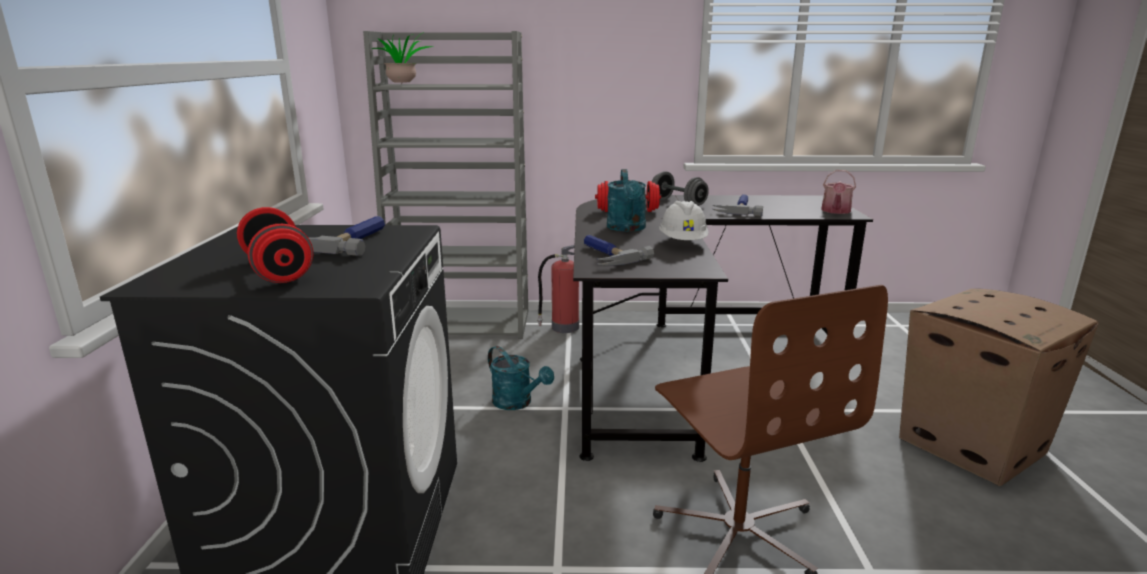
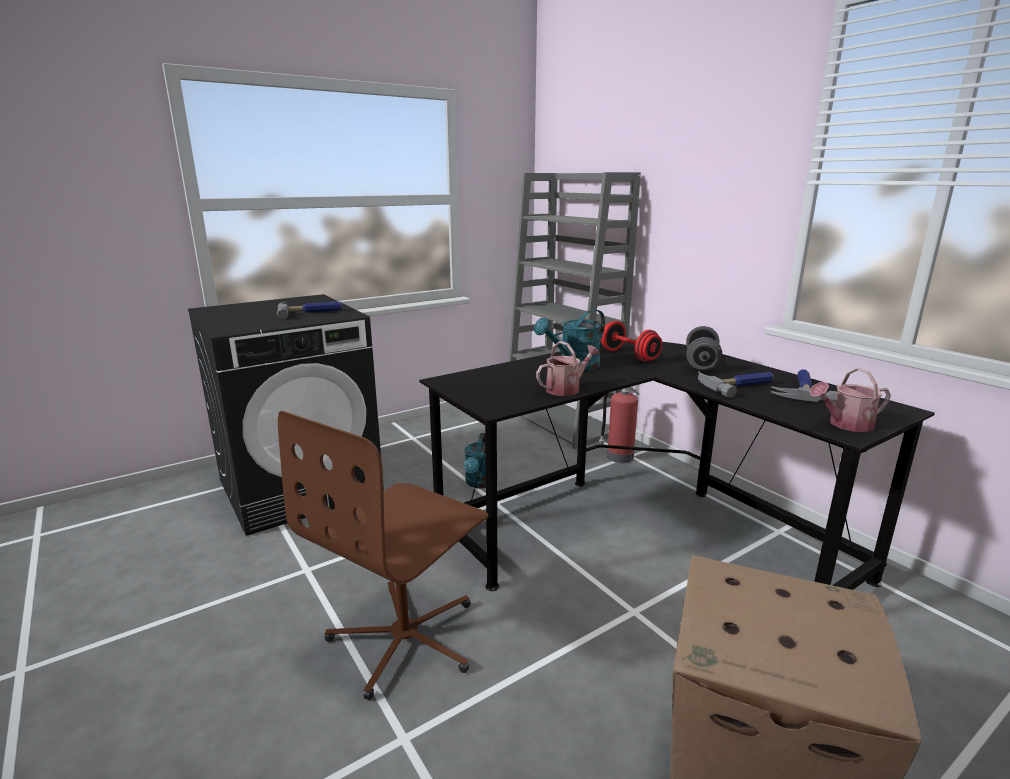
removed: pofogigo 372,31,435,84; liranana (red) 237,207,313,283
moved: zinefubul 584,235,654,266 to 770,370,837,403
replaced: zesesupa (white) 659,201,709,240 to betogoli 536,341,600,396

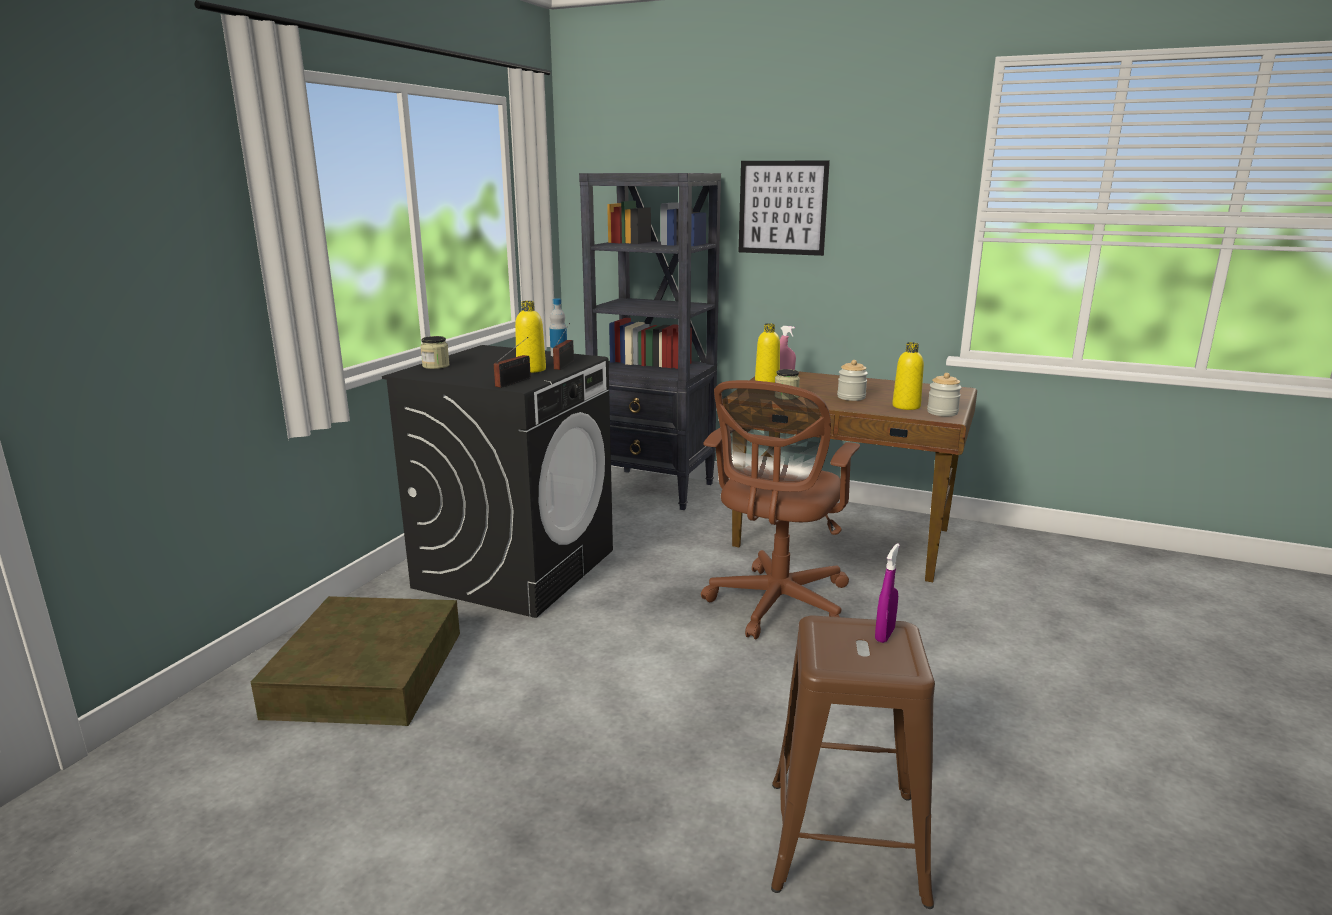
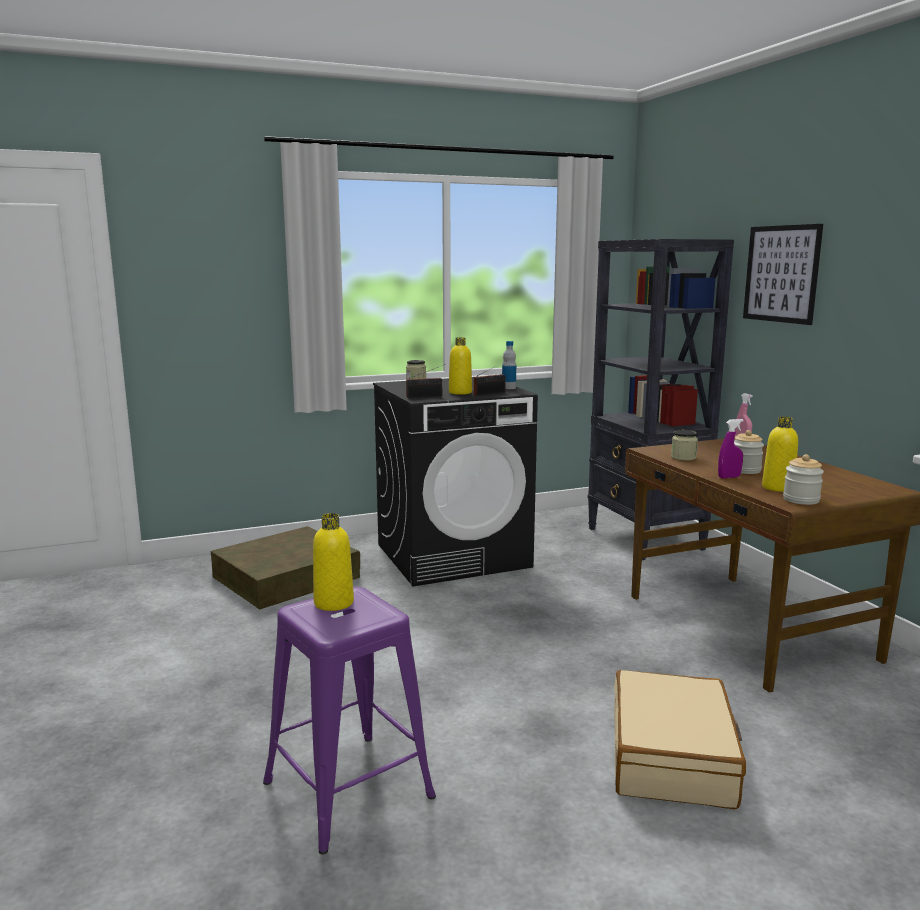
removed: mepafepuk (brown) 701,380,860,639
added: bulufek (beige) 614,670,746,810
moved: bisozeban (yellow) 755,323,780,383 to 313,513,354,611; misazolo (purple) 875,543,900,643 to 718,419,744,478
recoloured: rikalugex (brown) 771,615,935,909 to rikalugex (purple) 263,587,436,854

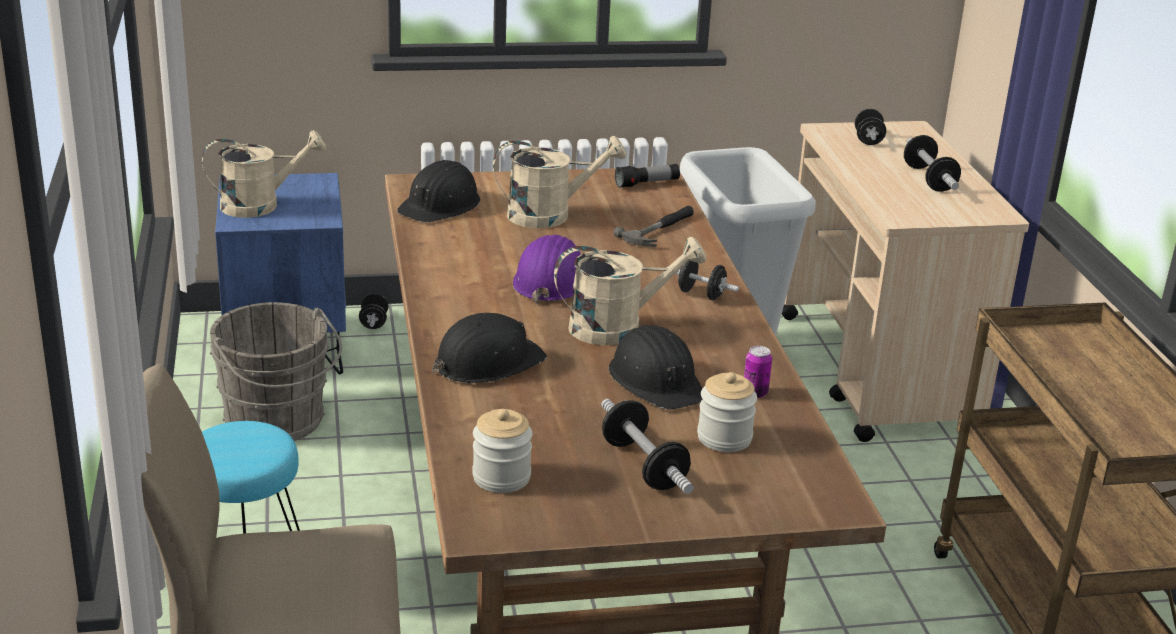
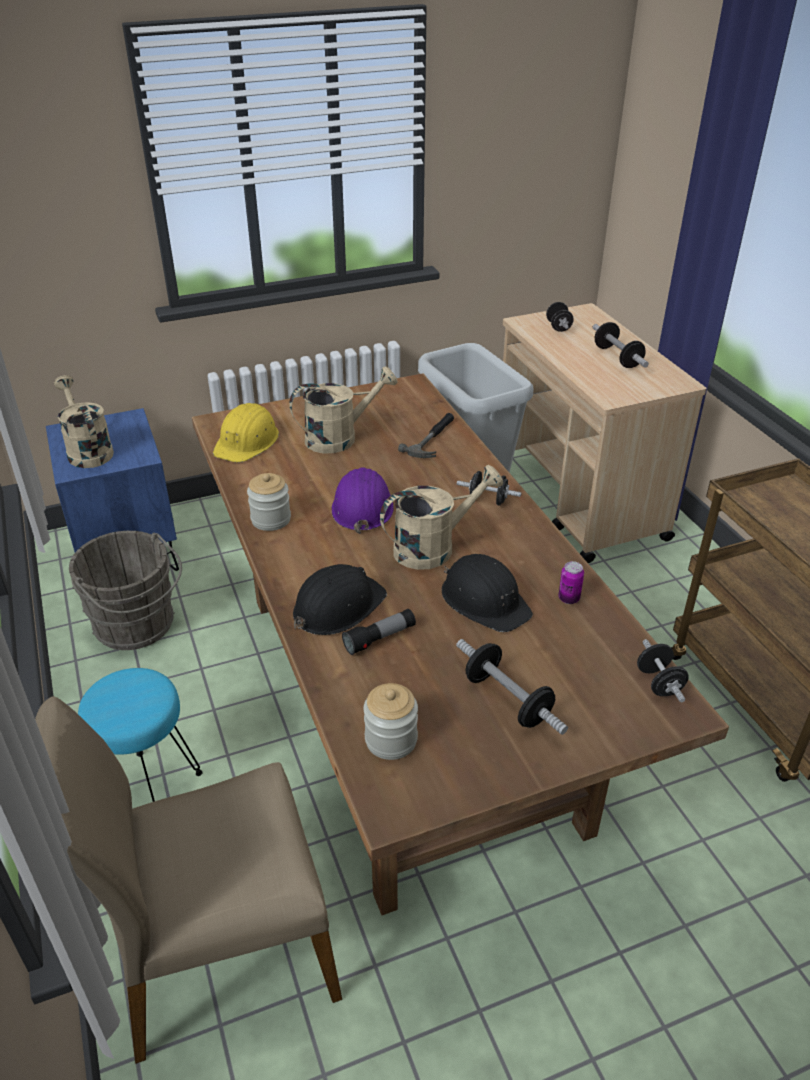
moved: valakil 615,164,680,188 to 342,609,416,655; liranana (black) 359,293,389,329 to 637,639,689,702; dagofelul 697,372,757,452 to 247,473,291,531
recoloured: zesesupa (black) 397,160,480,222 to zesesupa (yellow) 213,403,279,463
turned: betogoli (beige) 202,130,326,218 = 54,375,114,468 90 degrees counterclockwise

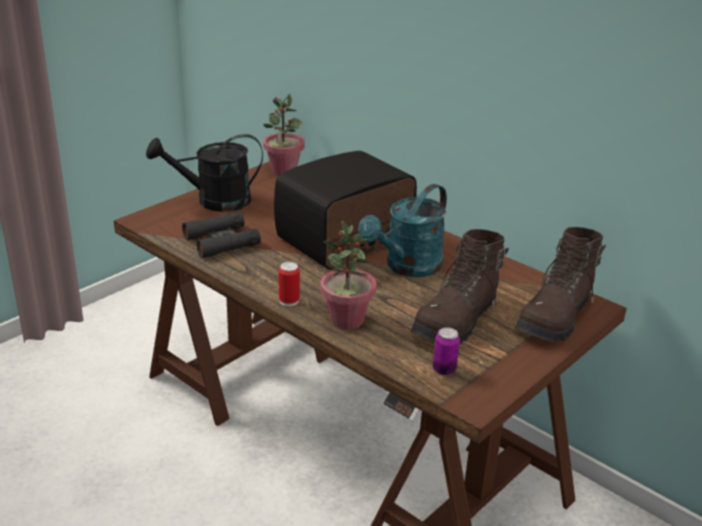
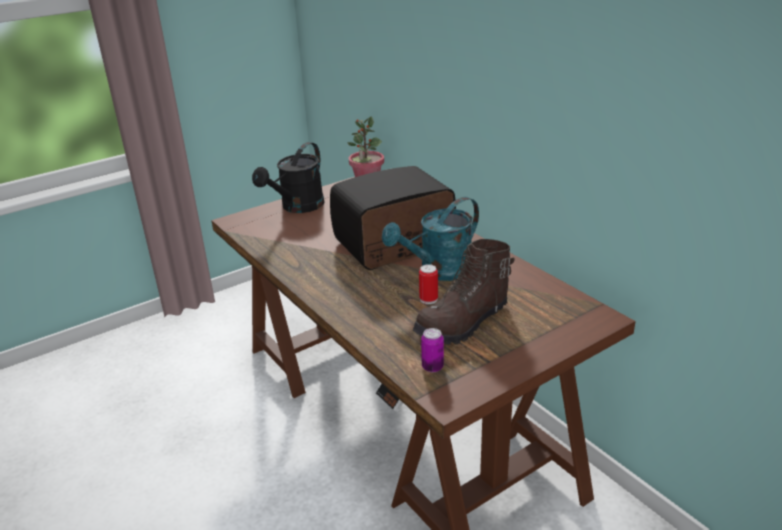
removed: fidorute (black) 182,212,261,258; pofogigo 320,221,377,330; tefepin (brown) 515,227,606,342
moved: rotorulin 279,262,300,306 to 419,264,438,304
turned: betogoli (black) 146,134,263,212 = 252,142,324,213 60 degrees counterclockwise

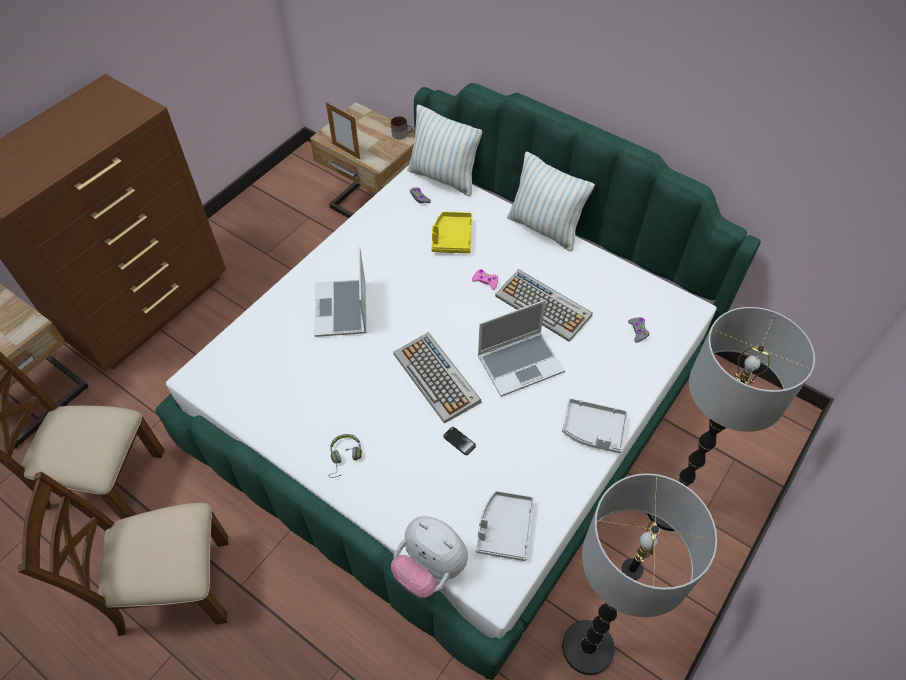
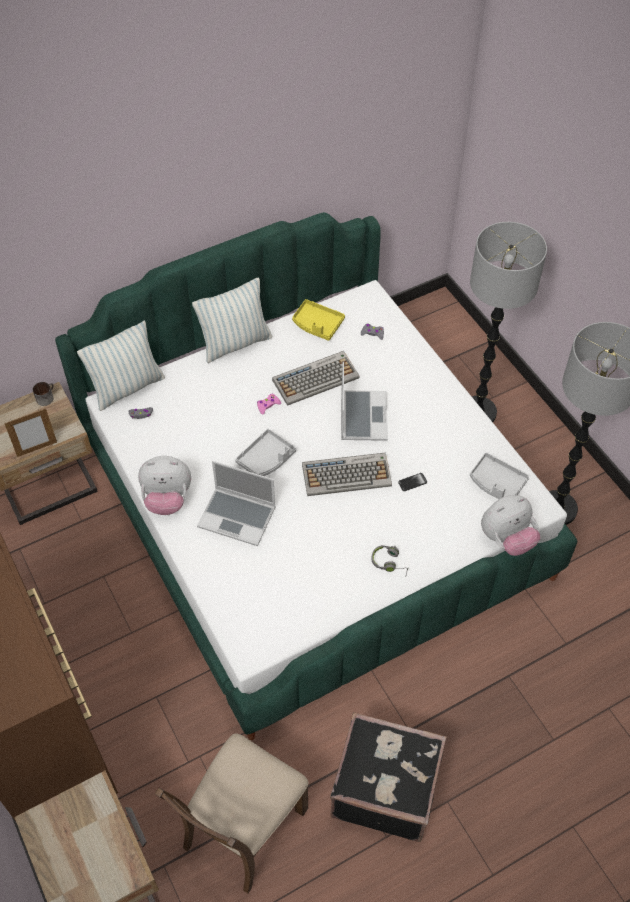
added: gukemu 138,456,191,515
moved: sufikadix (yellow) 431,212,473,253 to 292,299,345,341; sufikadix (grey) 562,398,628,453 to 235,429,296,476
replaced: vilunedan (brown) 18,472,228,636 to bulufek (black) 330,712,446,842

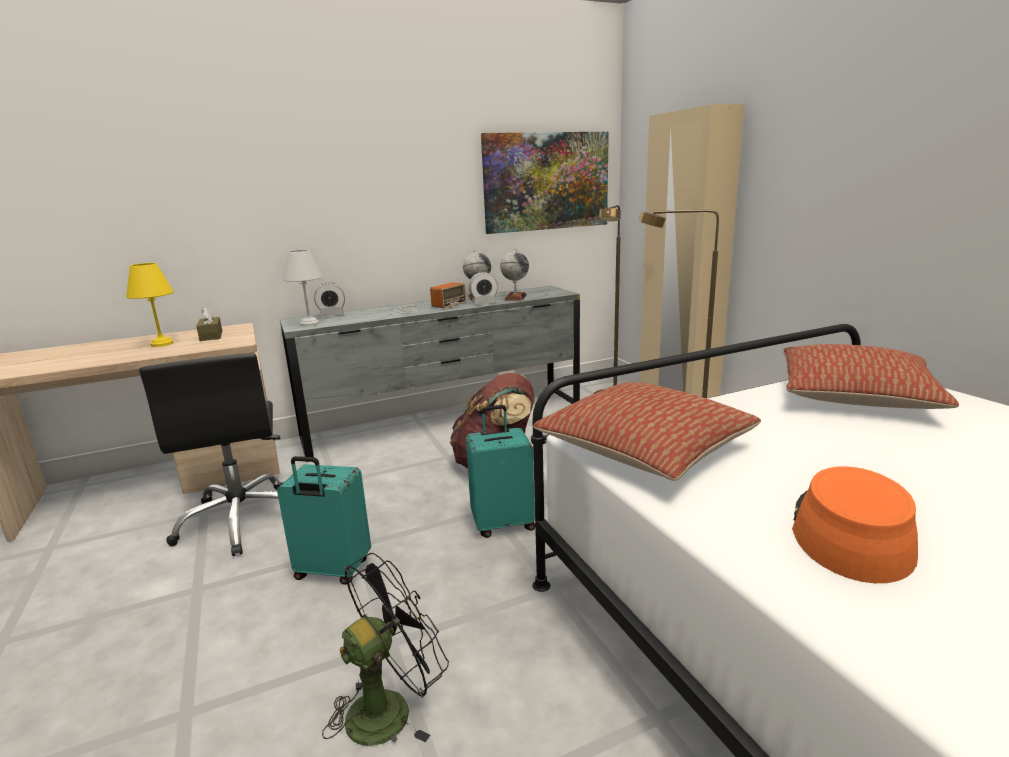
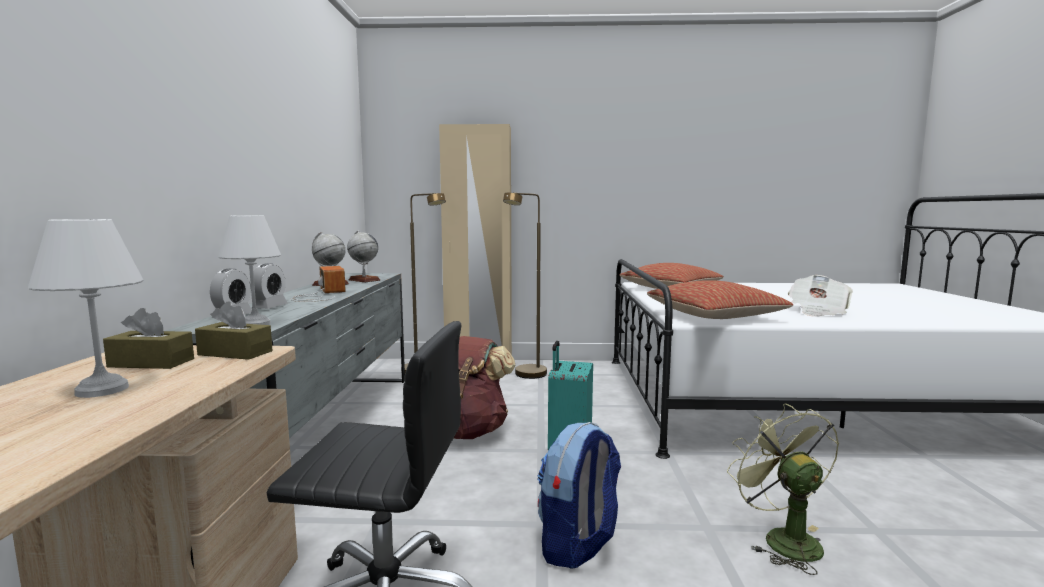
removed: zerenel 481,132,609,234
added: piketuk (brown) 195,301,273,360
moved: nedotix 469,272,498,305 to 250,263,288,309
replaced: bulufek (turquoise) 277,456,371,585 to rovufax 537,422,621,569; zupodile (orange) 792,466,918,583 to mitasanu 788,275,853,317
recoloured: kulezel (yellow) 126,263,174,347 to kulezel (white) 28,219,143,398; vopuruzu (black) 322,553,449,746 to vopuruzu (green) 727,404,839,575

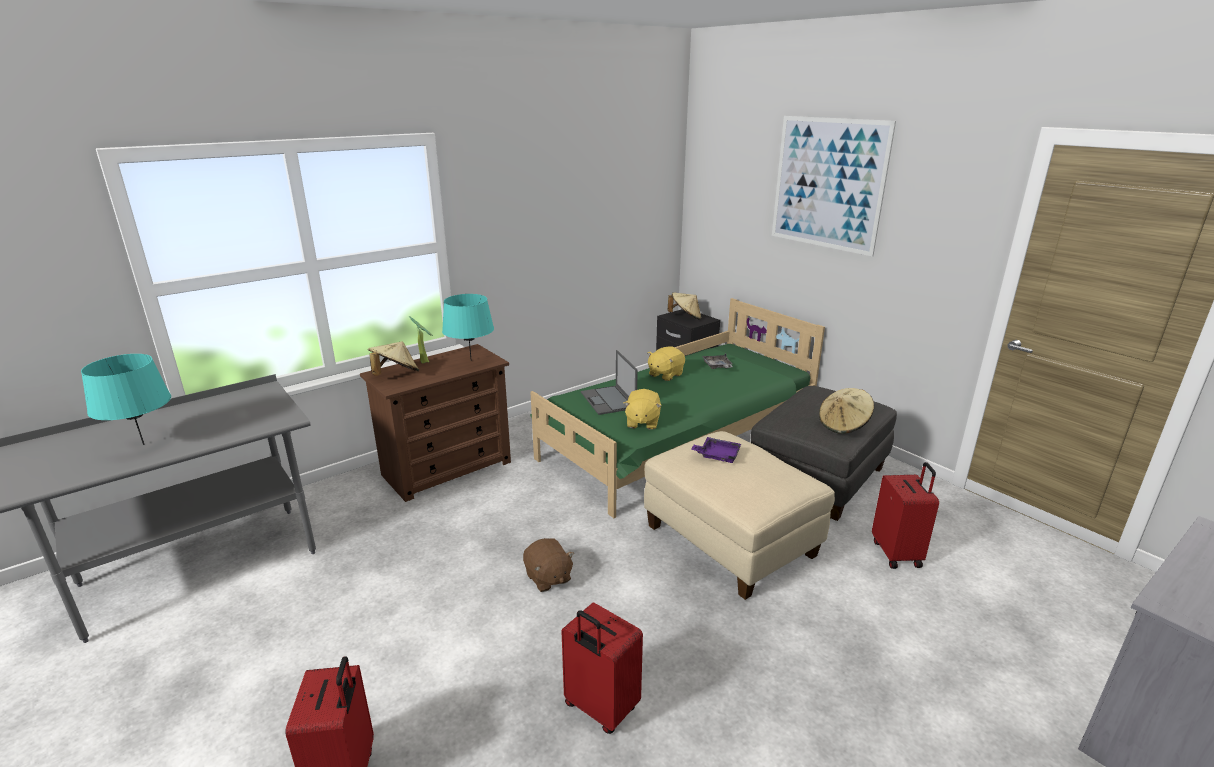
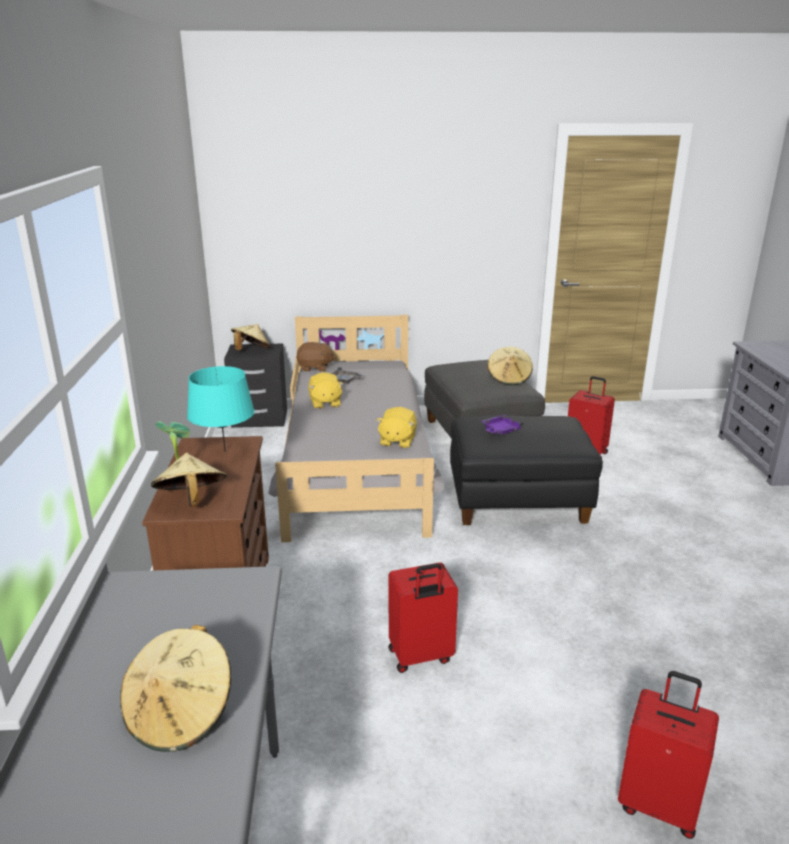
removed: zerenel 772,116,896,257; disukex 581,350,638,415
moved: gukemu (brown) 523,538,574,592 to 296,342,336,372; bulufek (red) 561,603,643,734 to 388,563,458,673
replaced: kulezel (turquoise) 81,354,171,445 to zupodile (beige) 120,625,231,752
recoloured: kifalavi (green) 530,298,825,518 to kifalavi (grey) 268,315,444,542; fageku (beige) 644,431,835,600 to fageku (black) 450,415,603,525
turned: gukemu (yellow) 623,389,662,430 = 376,407,417,448 60 degrees clockwise

